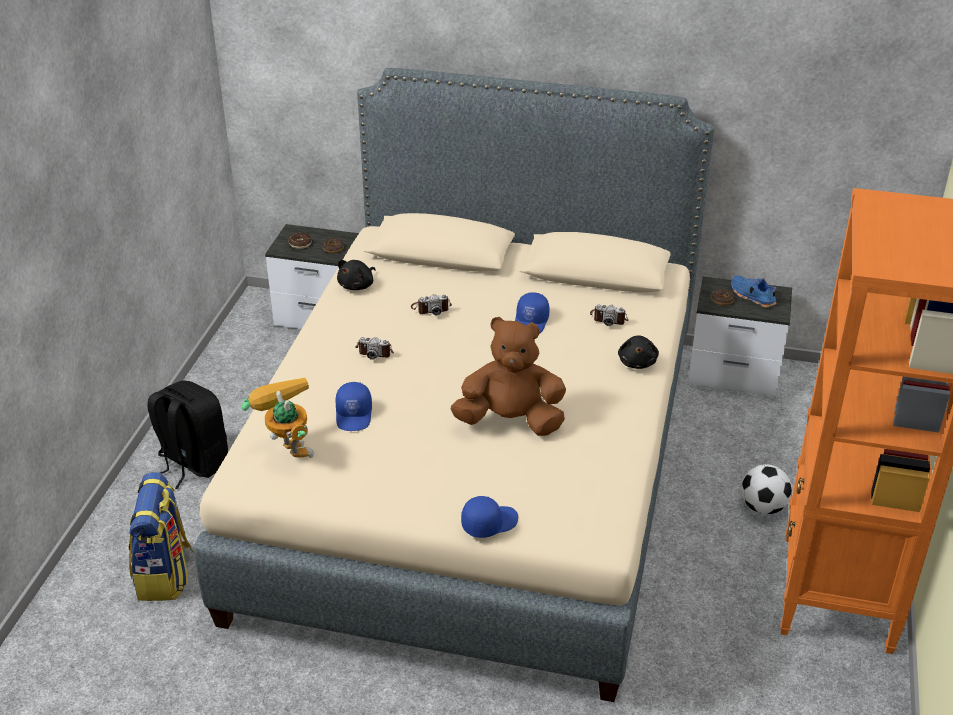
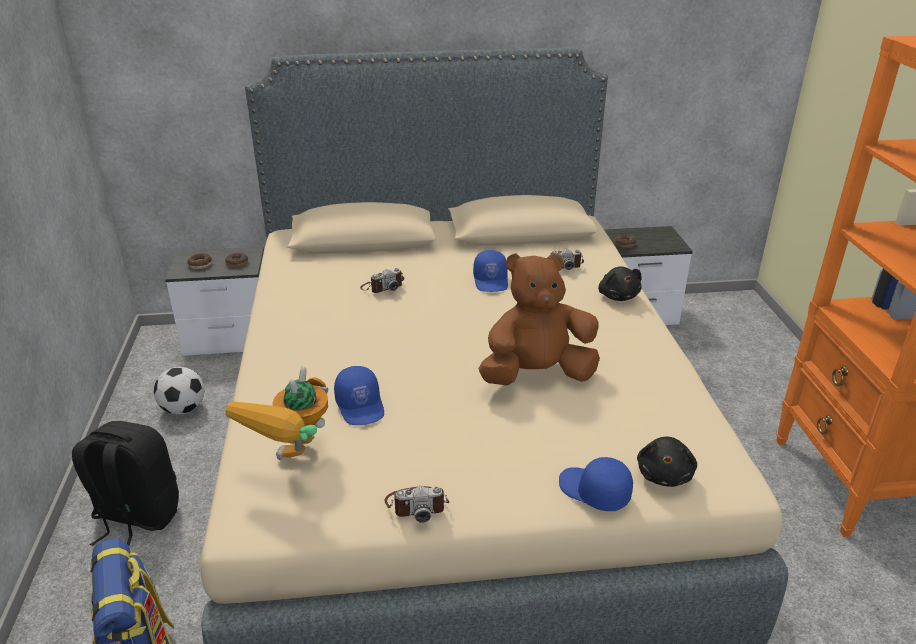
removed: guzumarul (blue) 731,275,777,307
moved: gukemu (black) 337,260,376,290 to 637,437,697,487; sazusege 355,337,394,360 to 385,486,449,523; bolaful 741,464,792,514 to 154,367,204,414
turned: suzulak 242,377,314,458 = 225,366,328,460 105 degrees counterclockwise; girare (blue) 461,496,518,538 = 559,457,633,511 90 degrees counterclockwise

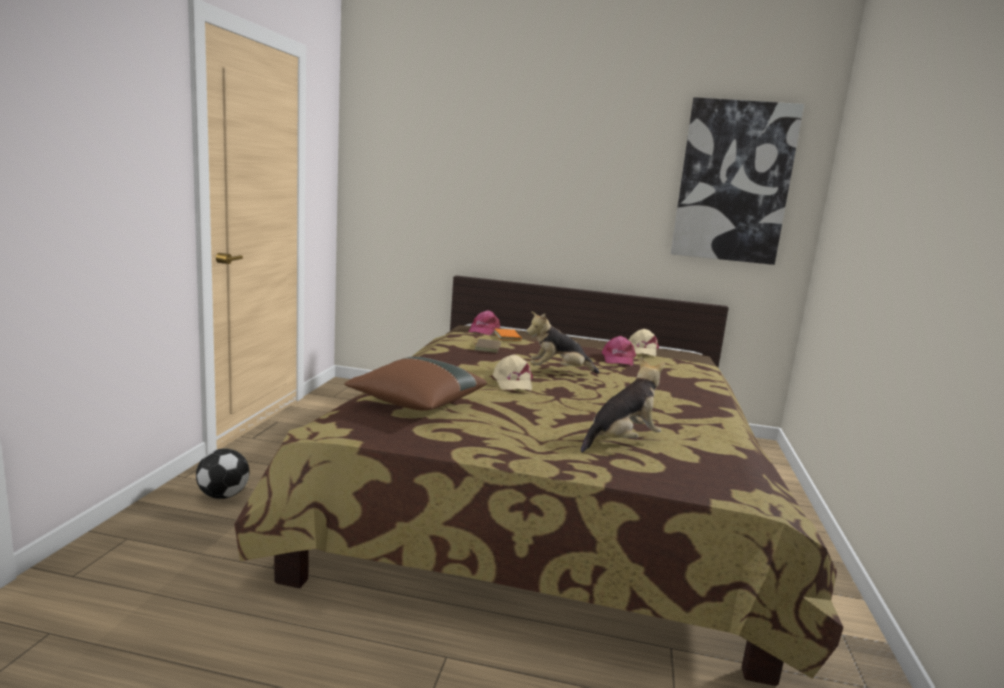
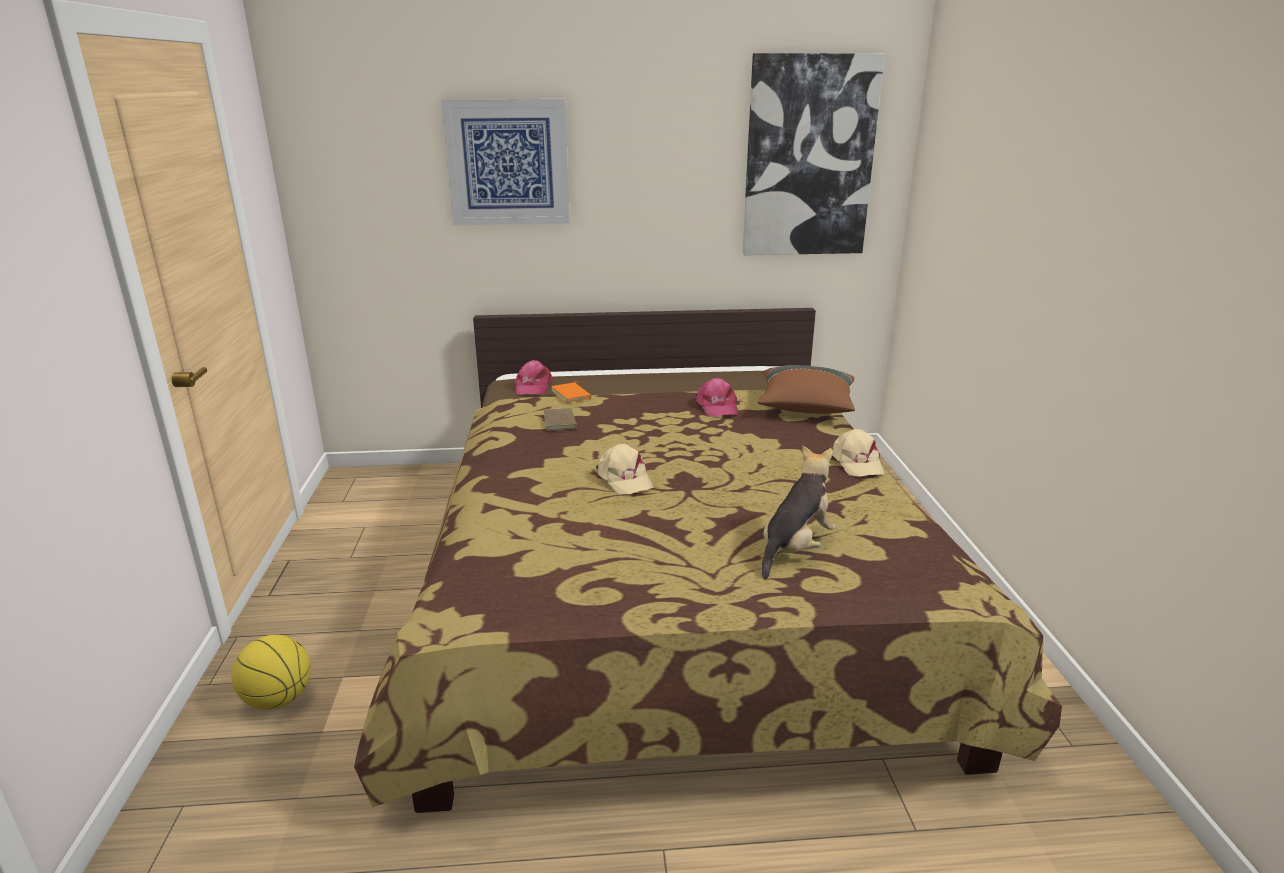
removed: gukemu 526,311,600,374
added: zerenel 441,99,570,225
moved: girare (beige) 629,329,659,356 to 830,429,884,477; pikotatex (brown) 344,357,487,411 to 757,365,855,414
replaced: bolaful 196,449,250,499 to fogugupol 232,635,311,709

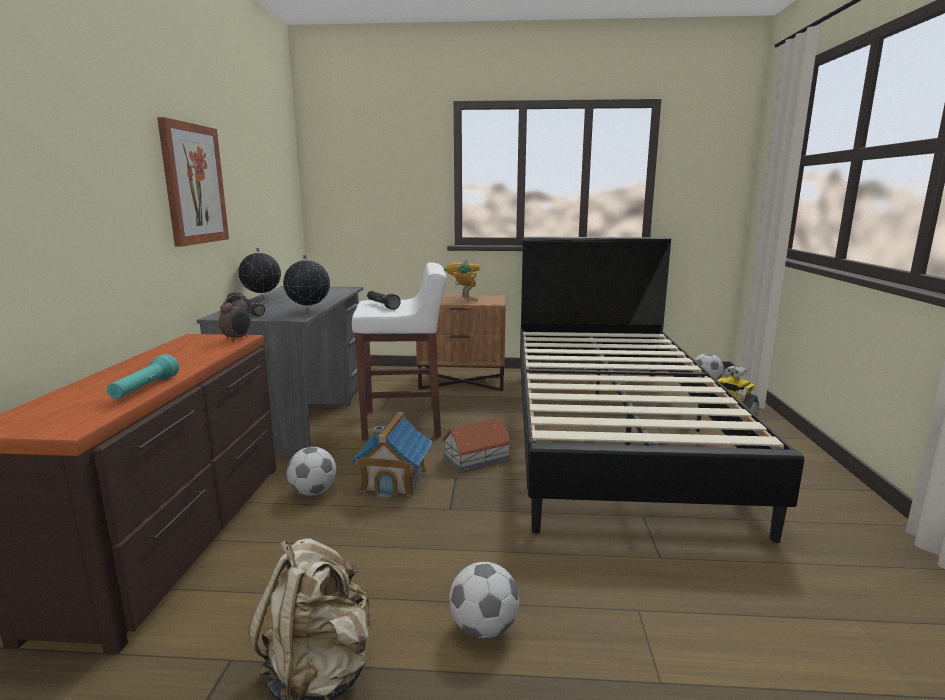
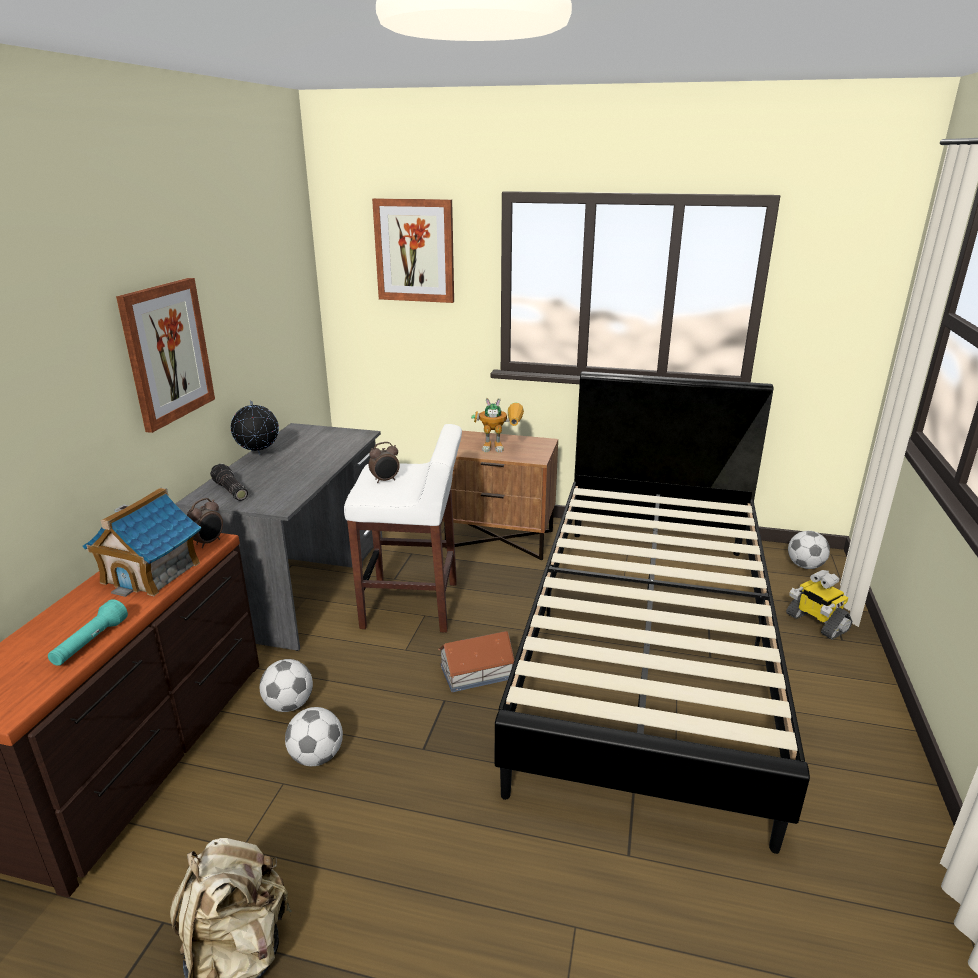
removed: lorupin 283,255,330,312
added: zerenel 372,198,454,303
moved: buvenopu 351,412,432,499 to 83,488,201,597; bolaful 449,562,519,638 to 285,707,343,766
replaced: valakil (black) 367,291,401,310 to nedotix 369,442,400,483
turned: suzulak 443,258,480,302 = 471,398,524,452 105 degrees clockwise

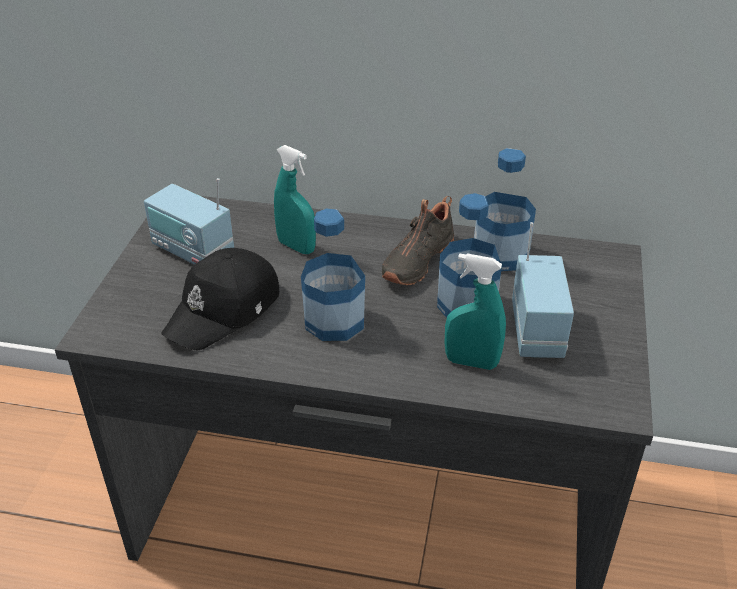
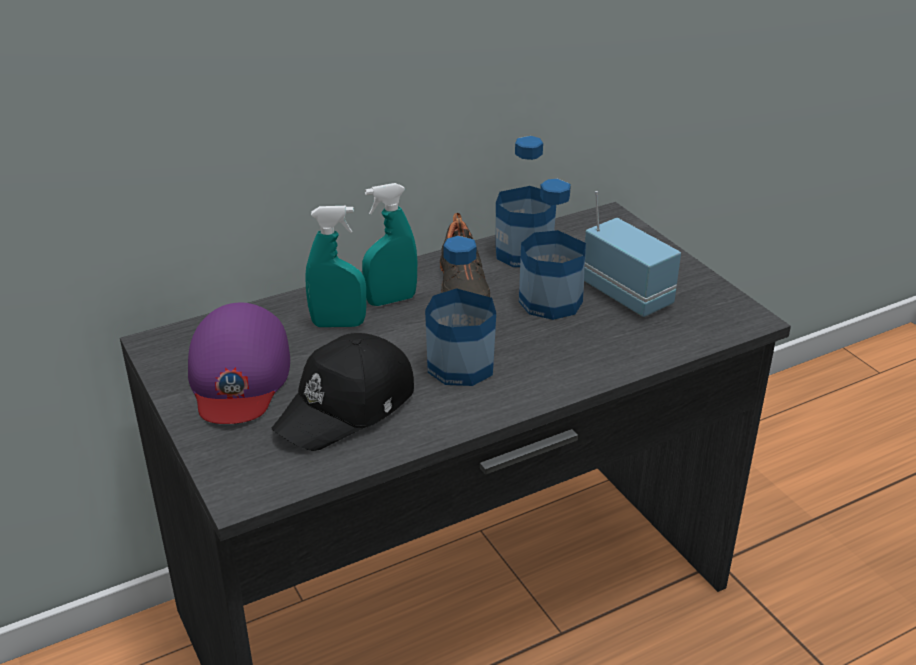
moved: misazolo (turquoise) 445,253,506,370 to 362,183,417,306
replaced: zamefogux 144,178,234,265 to girare (purple) 188,303,290,424
turned: girare (black) 161,248,279,351 = 272,333,414,451 45 degrees clockwise

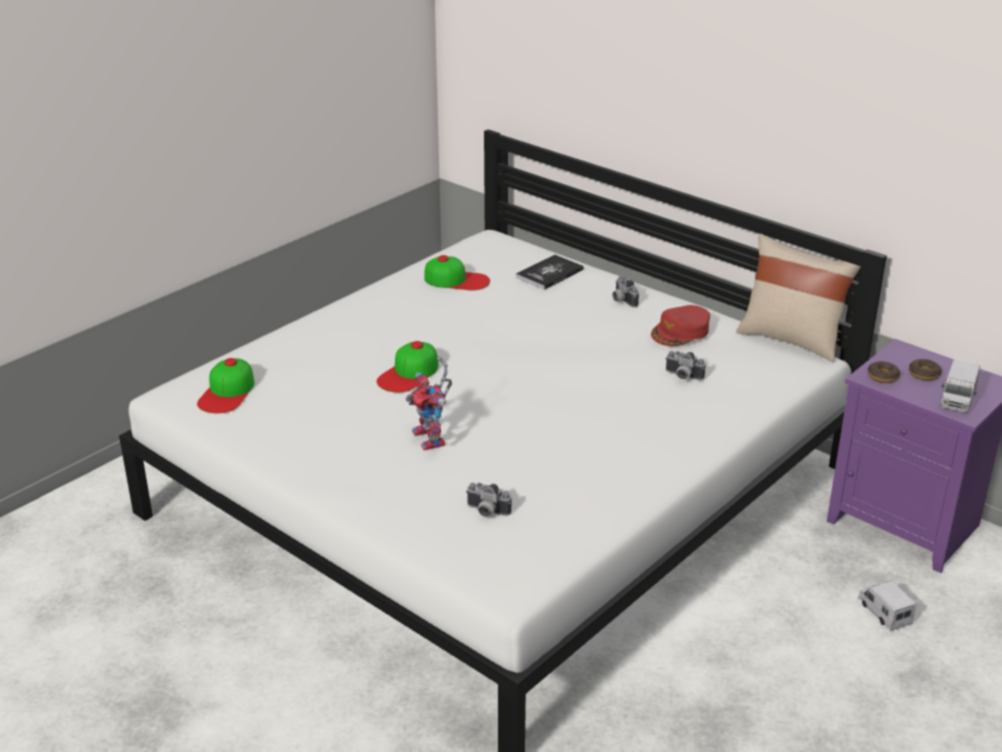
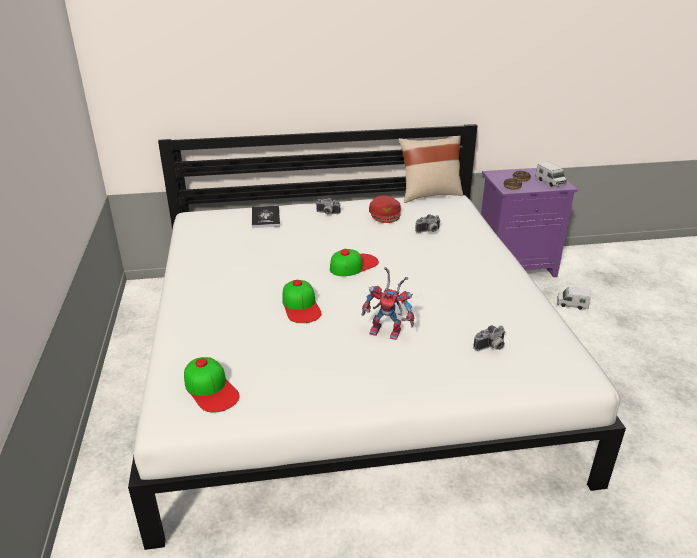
moved: girare 424,255,490,290 to 330,249,379,276

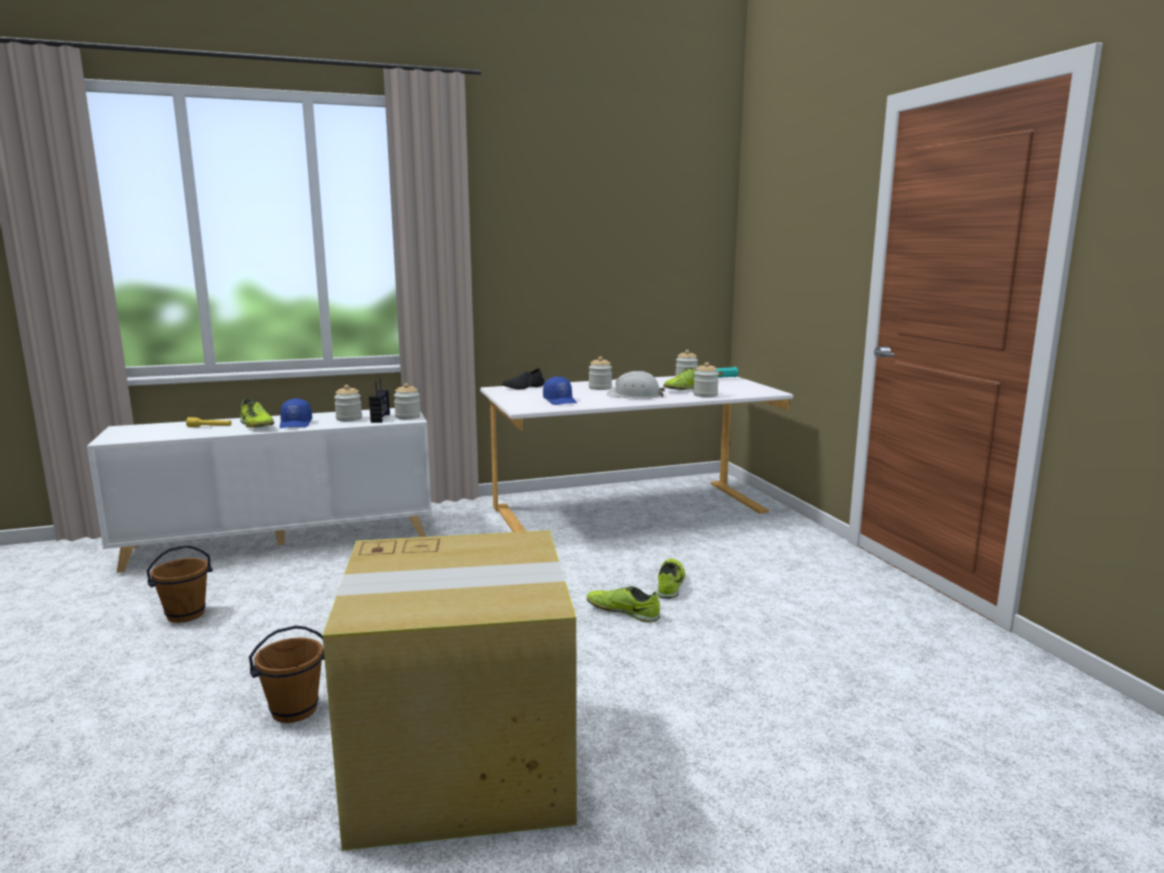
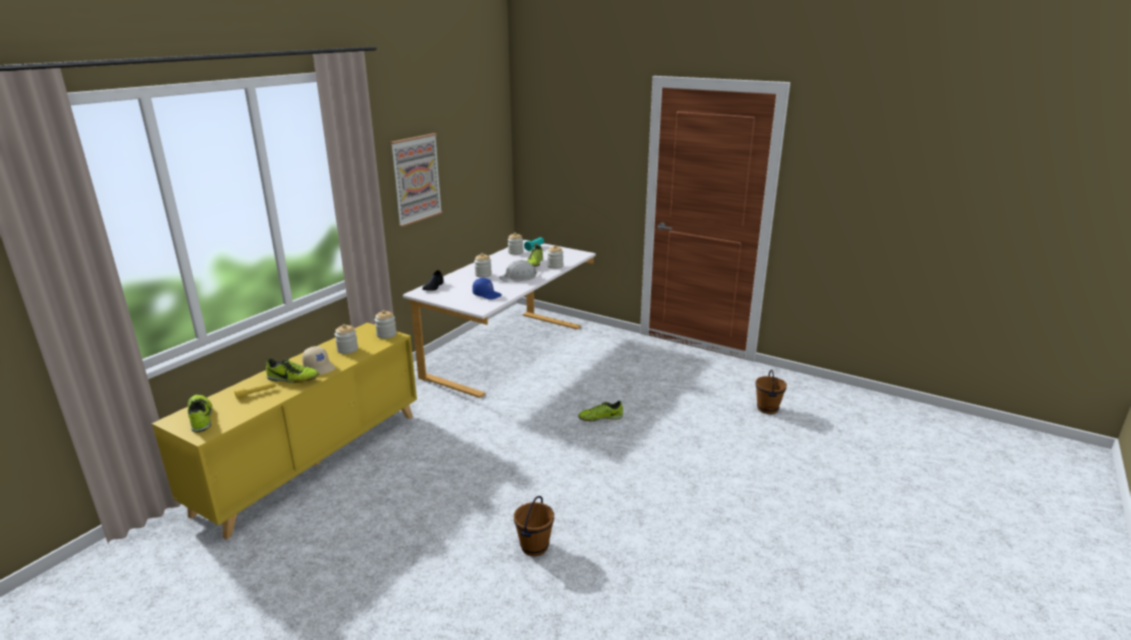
removed: zamefogux 369,378,390,423; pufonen 322,530,577,851
added: zerenel 390,133,443,227
moved: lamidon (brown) 147,545,213,623 to 756,369,787,414; guzumarul 657,558,685,599 to 188,395,213,432
recoloured: girare (blue) 280,398,312,428 to girare (beige) 302,346,335,375; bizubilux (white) 87,408,432,573 to bizubilux (yellow) 152,323,417,540

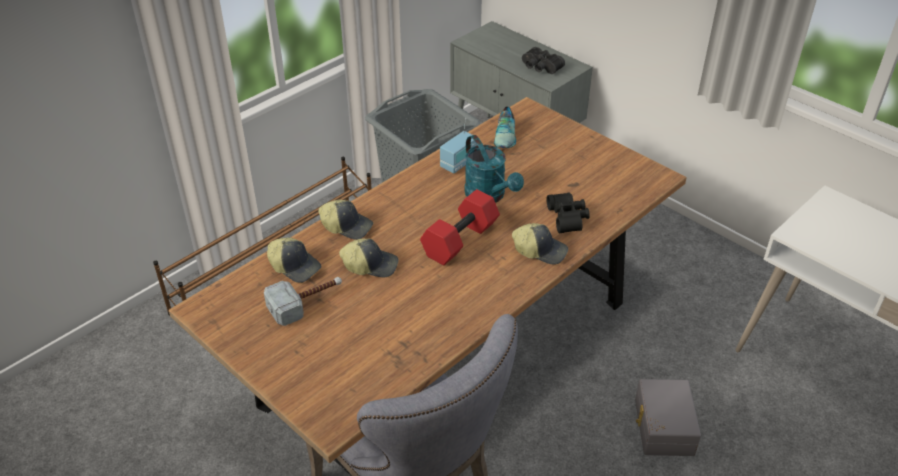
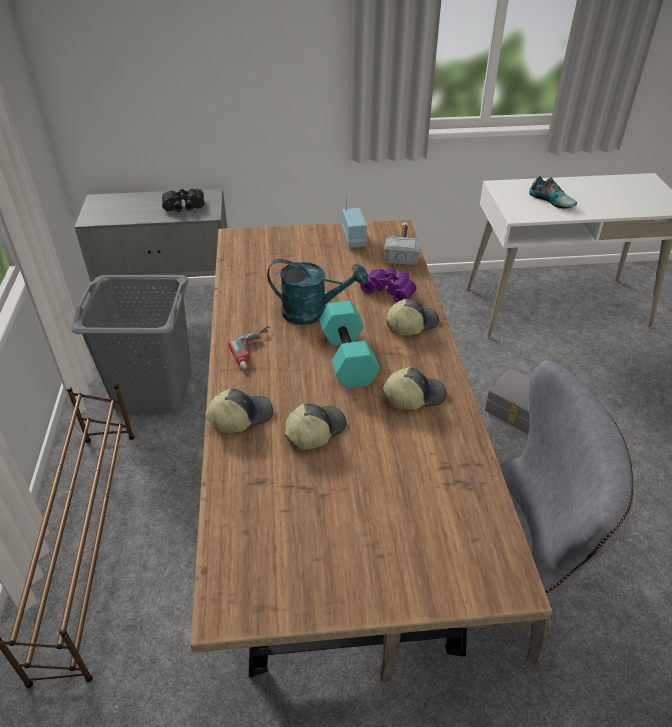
added: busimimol 228,326,270,369
moved: guzumarul 494,106,516,148 to 529,176,577,209; zamefogux 440,118,477,173 to 342,194,367,248; girare 267,238,322,283 to 383,367,446,410; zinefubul 264,277,342,326 to 384,222,420,265
recoloured: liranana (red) 420,189,500,265 to liranana (turquoise) 319,301,380,389; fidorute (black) 547,193,590,233 to fidorute (purple) 360,268,417,302

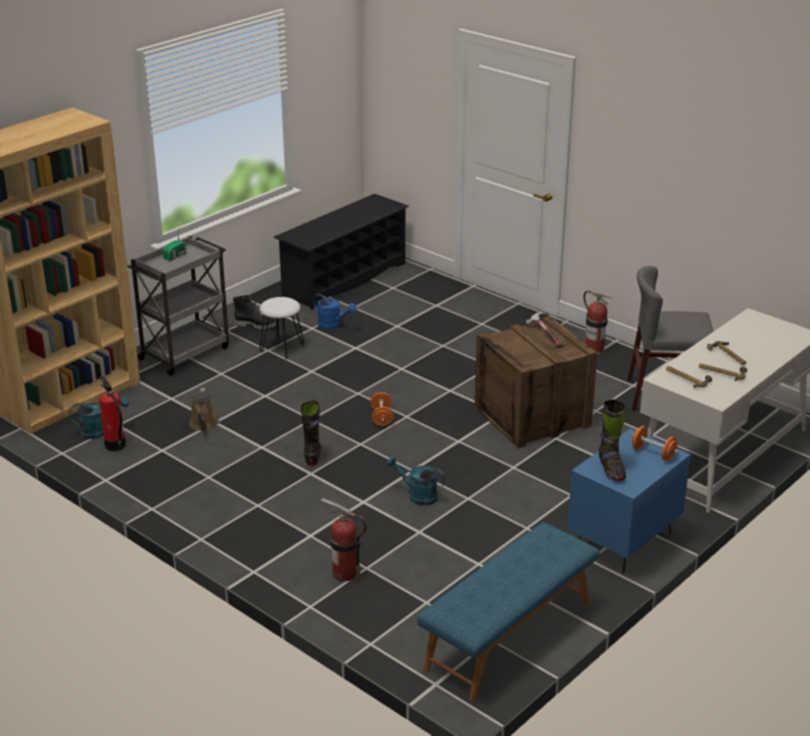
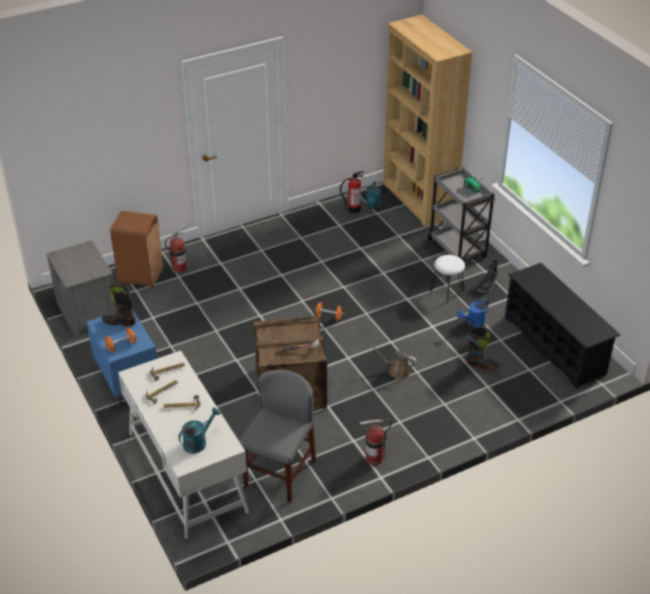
added: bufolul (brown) 110,211,163,287
moved: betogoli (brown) 190,388,219,431 to 370,345,417,380; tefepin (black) 301,400,321,466 to 466,327,499,371; betogoli (turquoise) 386,456,445,506 to 178,407,220,453
replaced: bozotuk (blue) 417,522,599,702 to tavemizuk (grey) 46,240,117,336

